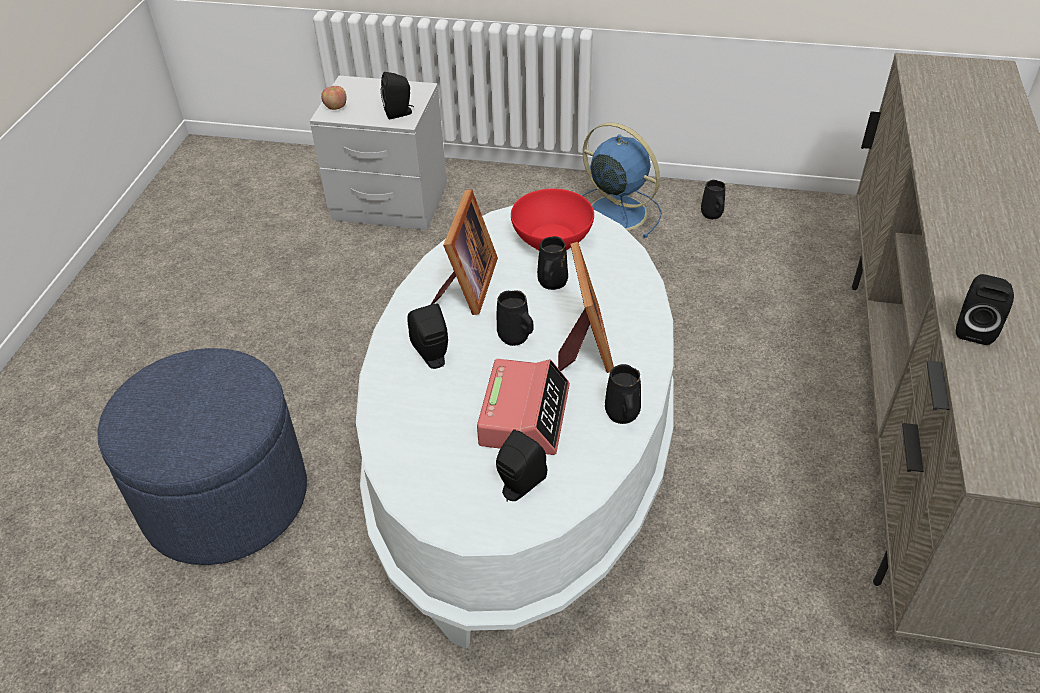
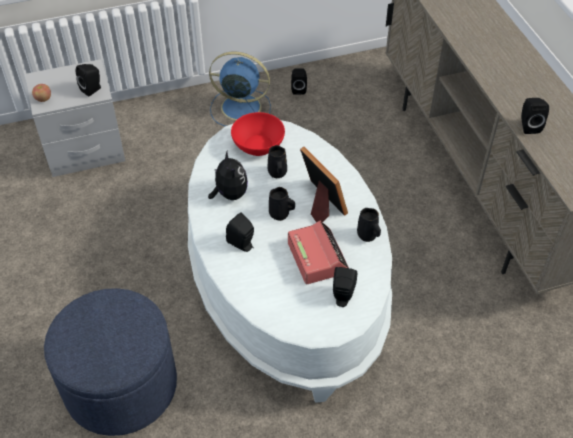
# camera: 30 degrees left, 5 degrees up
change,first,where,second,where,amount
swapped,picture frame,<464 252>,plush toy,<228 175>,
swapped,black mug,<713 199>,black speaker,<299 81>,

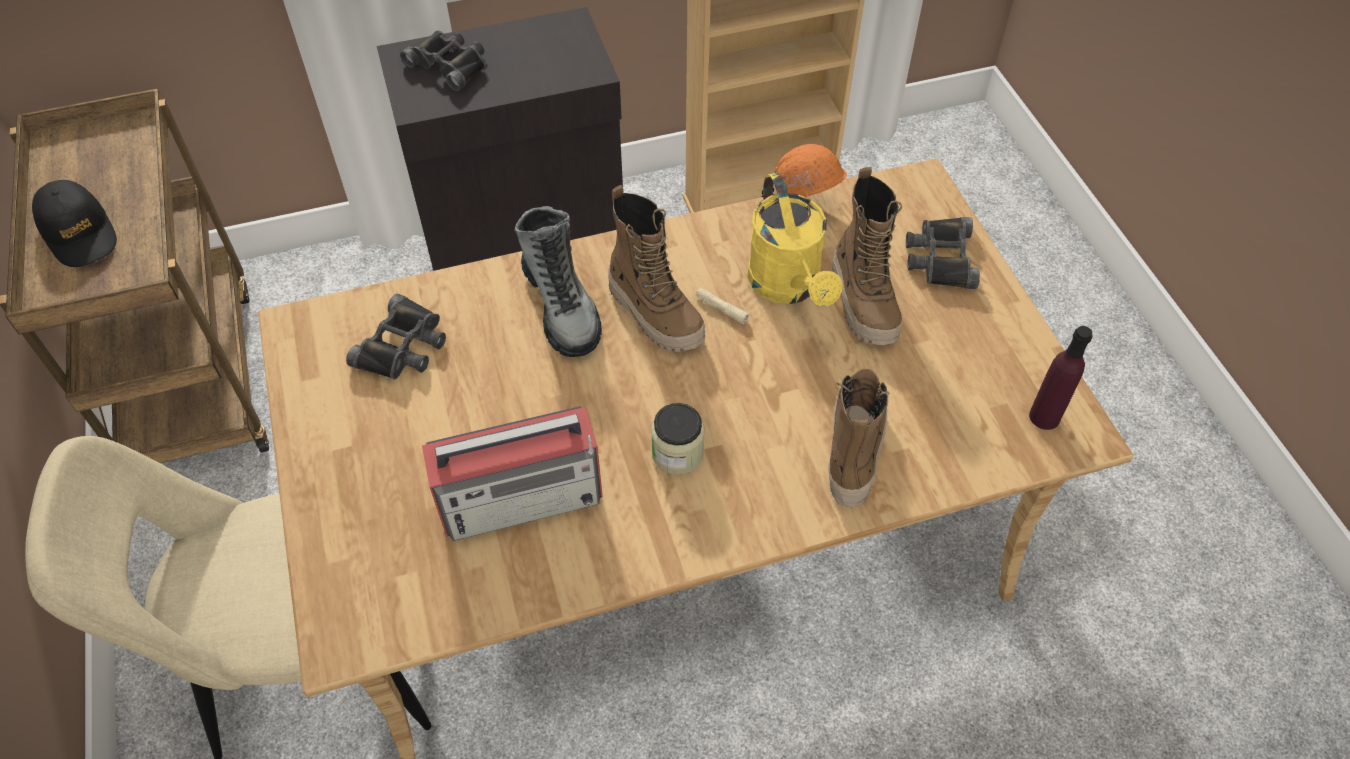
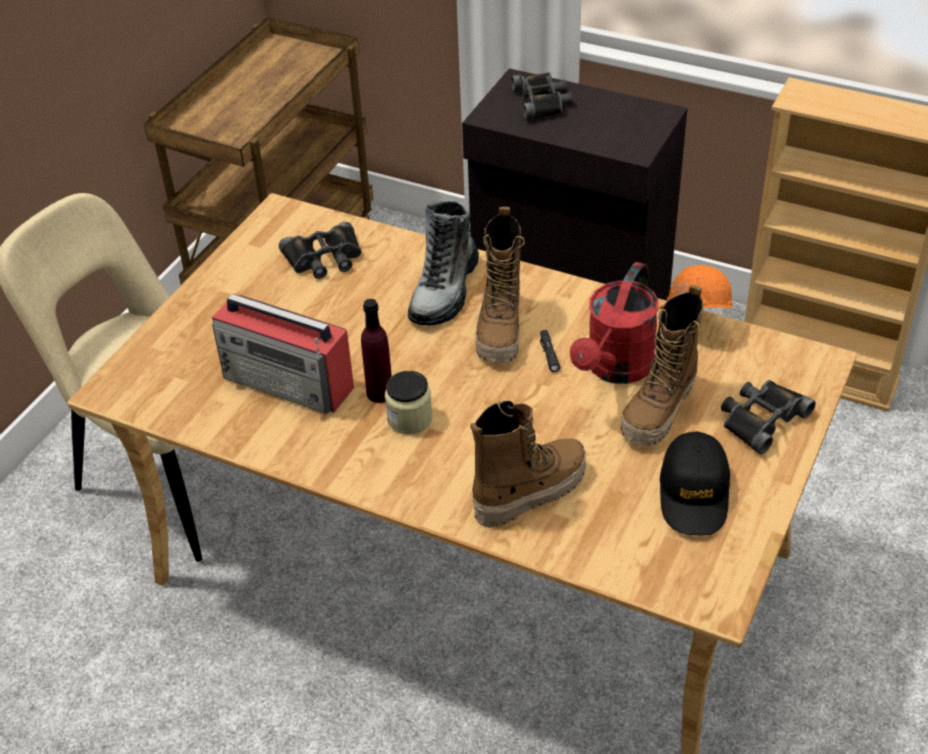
# camera: 45 degrees right, 10 degrees down
change,first,where,second,where,amount
shifted,black cap,<74 223>,,<695 483>,
shifted,purple bottle,<1060 378>,,<376 351>,
repainted,beige flashlight,<722 306>,black flashlight,<550 351>,
repainted,yellow watering can,<795 239>,red watering can,<614 323>,

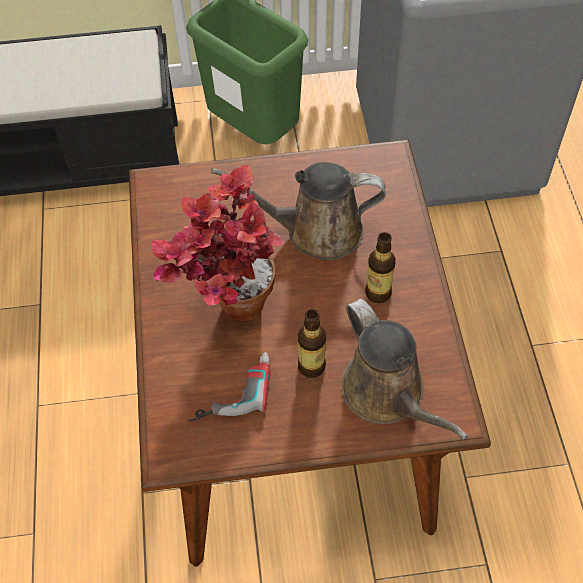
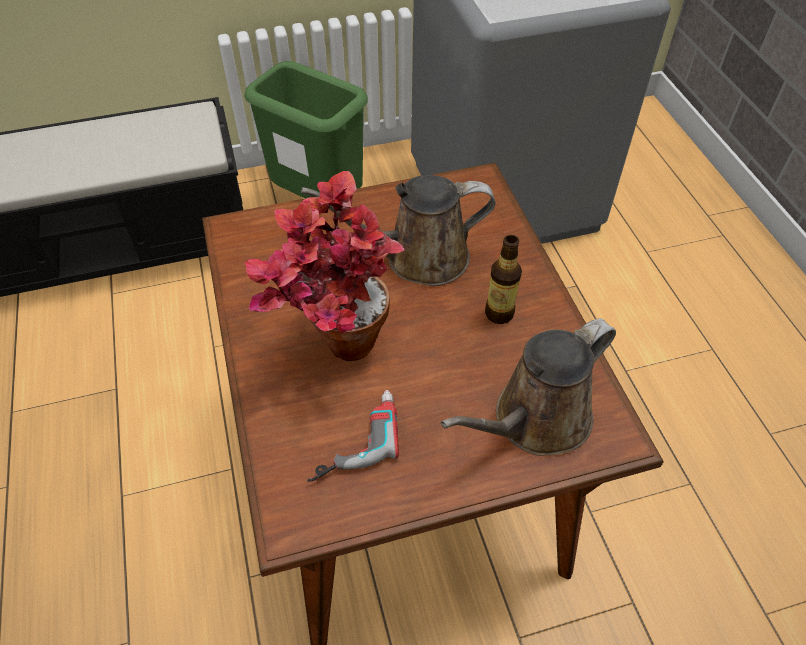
# camera: 10 degrees left, 5 degrees down
change,first,where,second,where,amount
gone,bottle,<312 343>,,,
rotated,brown watering can,<405 369>,,<528 387>,90 degrees clockwise

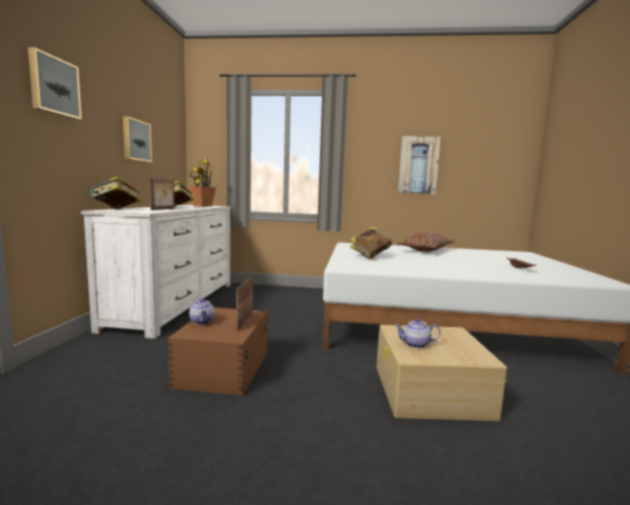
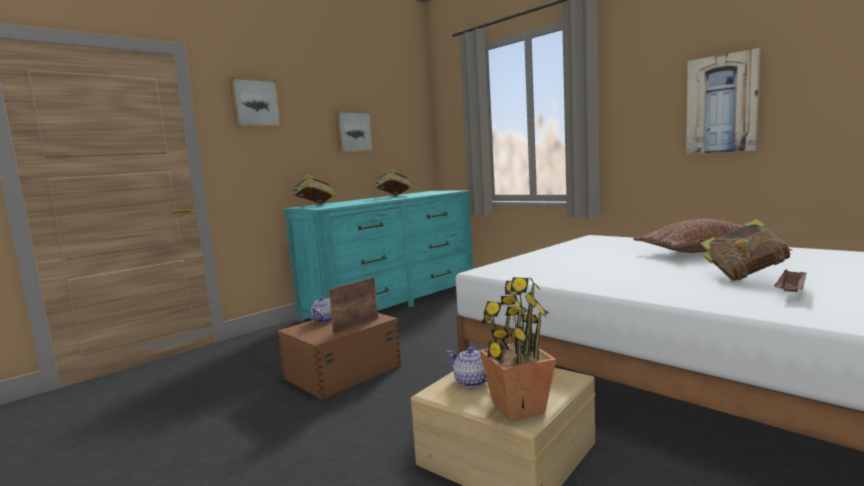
# camera: 40 degrees right, 0 degrees up
change,first,where,second,where,amount
gone,picture frame,<162 194>,,,
shifted,potted plant,<202 183>,,<517 349>,
shifted,book,<371 243>,,<746 250>,
repainted,white dresser,<156 272>,turquoise dresser,<378 256>,

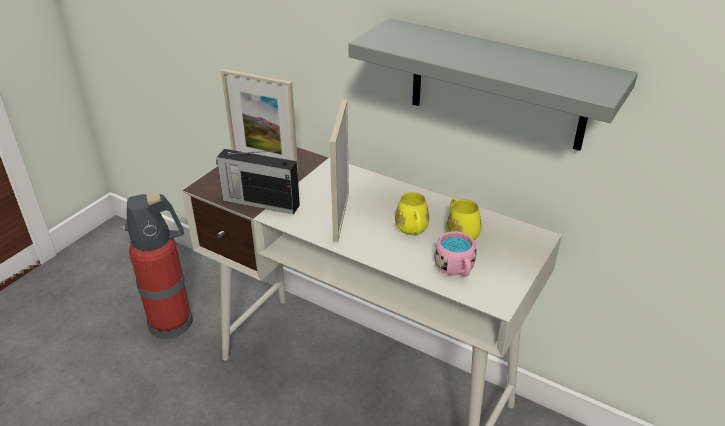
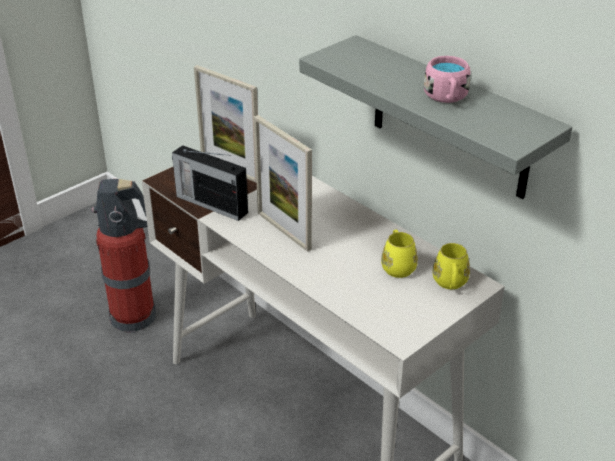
# camera: 15 degrees right, 0 degrees up
change,first,where,second,where,amount
shifted,yellow mug,<412 213>,,<451 266>,
shifted,pink mug,<455 253>,,<447 79>,
rotated,picture frame,<339 171>,,<283 183>,60 degrees counterclockwise

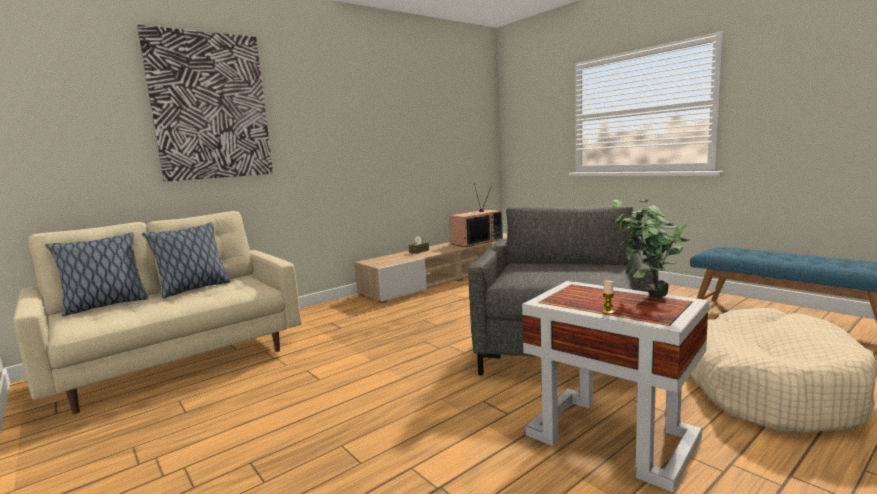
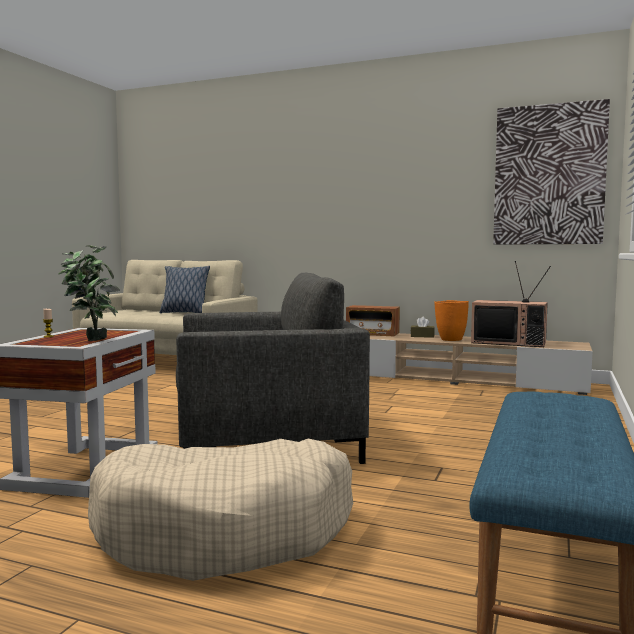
# camera: 60 degrees right, 5 degrees down
change,first,where,second,where,amount
gone,pillow,<97 274>,,,
new,,,radio,<373 320>,
new,,,orange vase,<451 320>,
shifted,picture,<205 103>,,<551 172>,

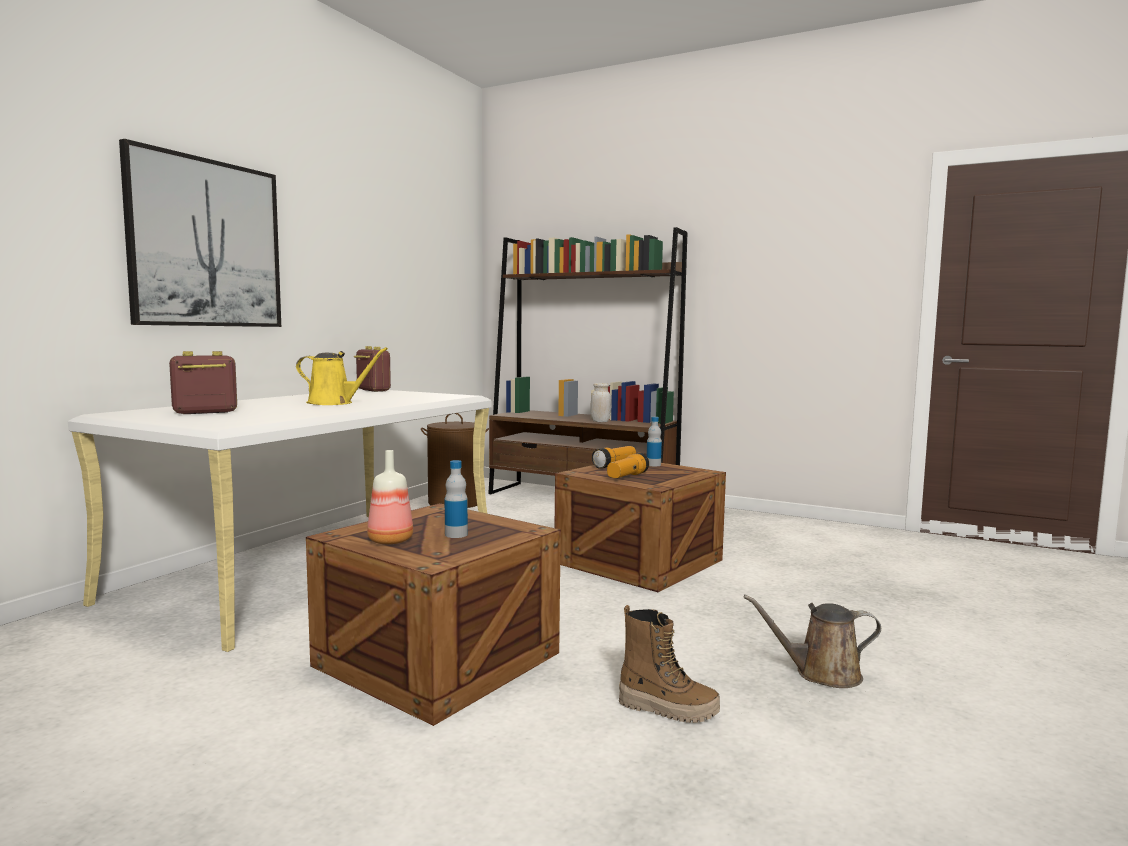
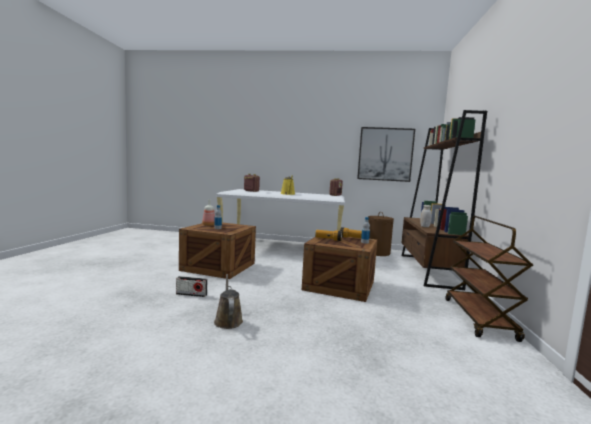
# camera: 70 degrees right, 0 degrees up
change,first,where,second,where,amount
new,,,brown cart,<489 279>,
shifted,picture,<200 233>,,<386 154>,
swapped,boot,<669 664>,radio,<191 286>,

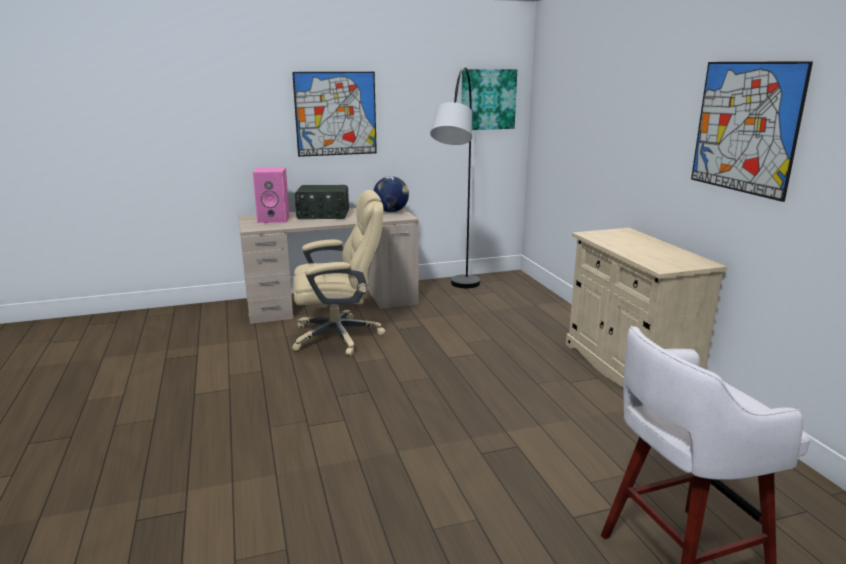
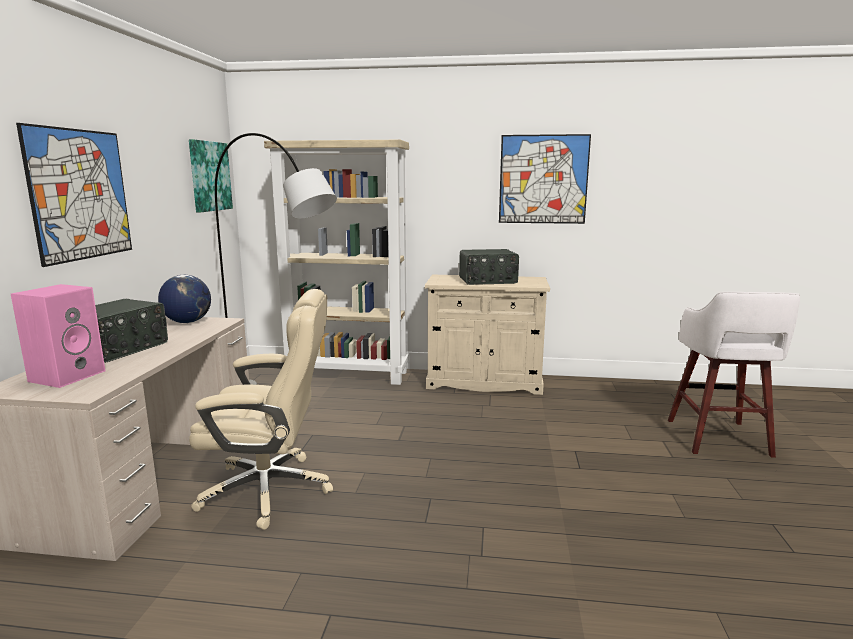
# camera: 65 degrees left, 5 degrees down
change,first,where,second,where,amount
new,,,beige bookcase,<336 262>,
new,,,radio,<489 267>,
rotated,beige office chair,<338 273>,,<261 409>,75 degrees clockwise

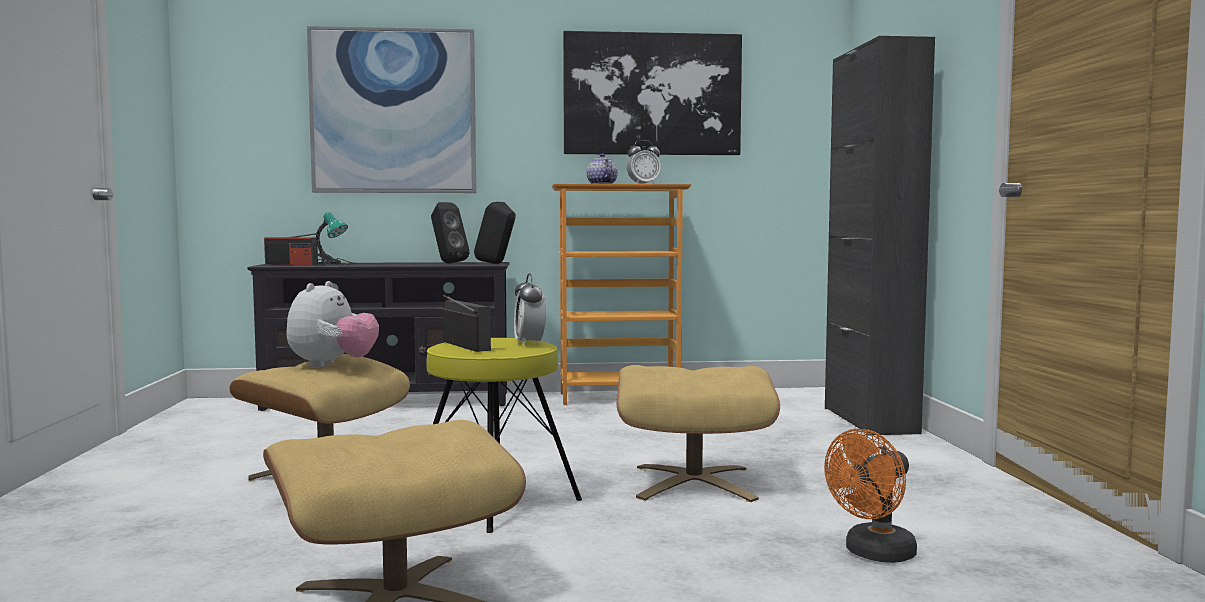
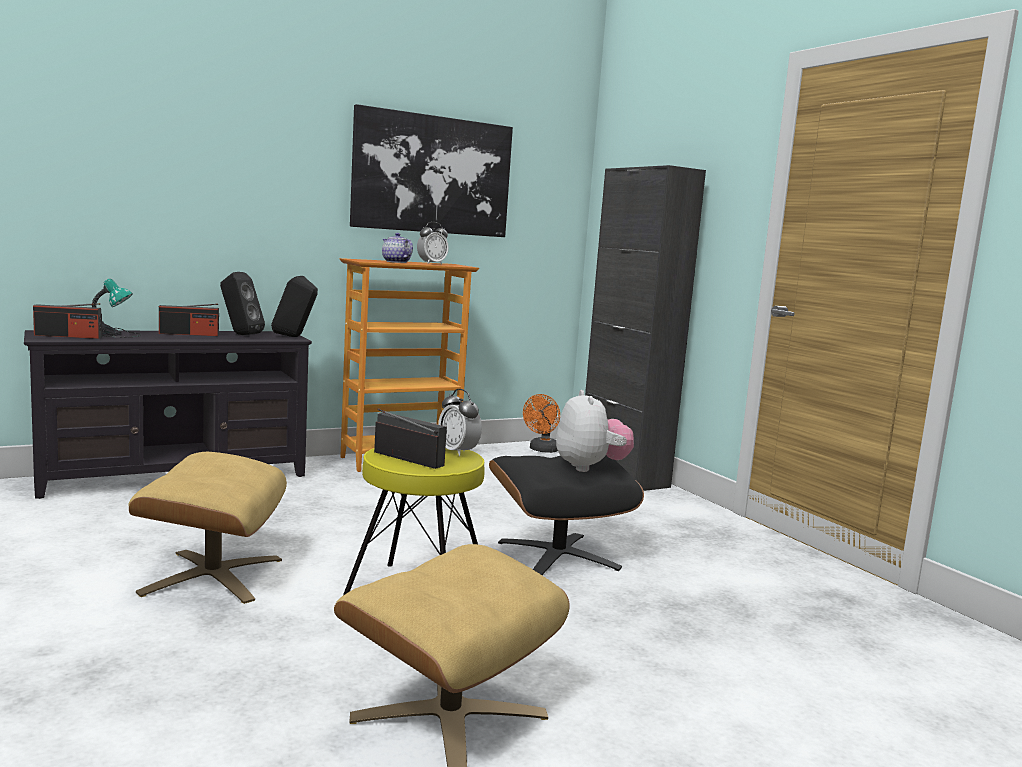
# camera: 25 degrees left, 5 degrees up
change,first,where,second,where,amount
gone,picture,<391 109>,,,
new,,,radio,<189 320>,
shifted,plush toy,<332 324>,,<595 431>,
shifted,orange fan,<870 496>,,<541 423>,
repainted,beige ottoman,<698 433>,black ottoman,<566 515>,

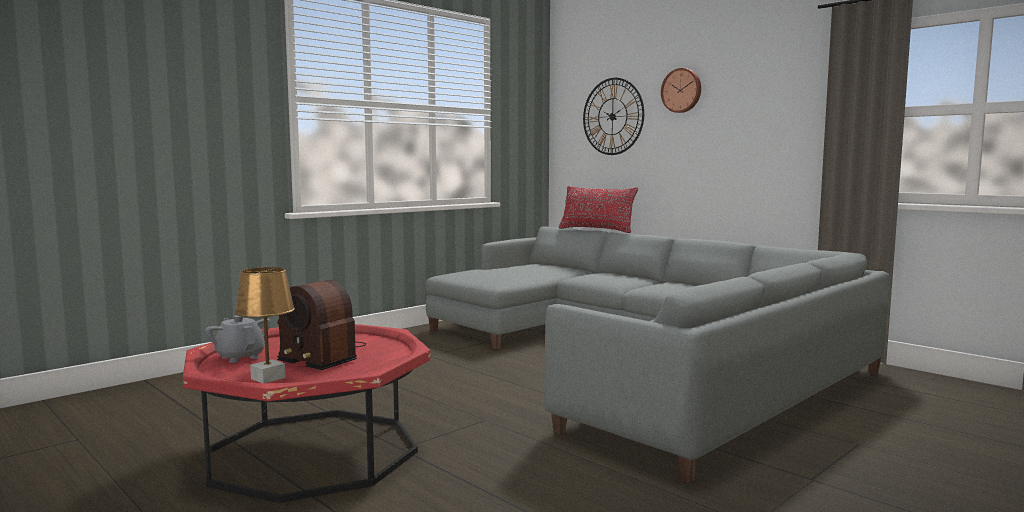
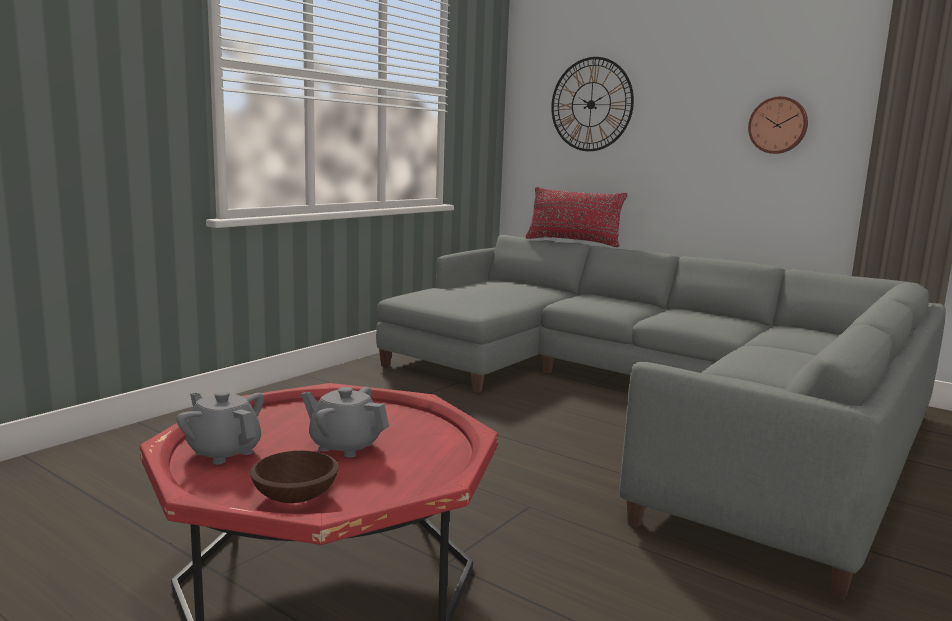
# camera: 10 degrees left, 5 degrees up
change,first,where,second,where,amount
shifted,wall clock,<681 90>,,<778 125>,
swapped,brown table lamp,<264 325>,brown bowl,<294 477>,
swapped,radio,<321 325>,grey teapot,<345 422>,

